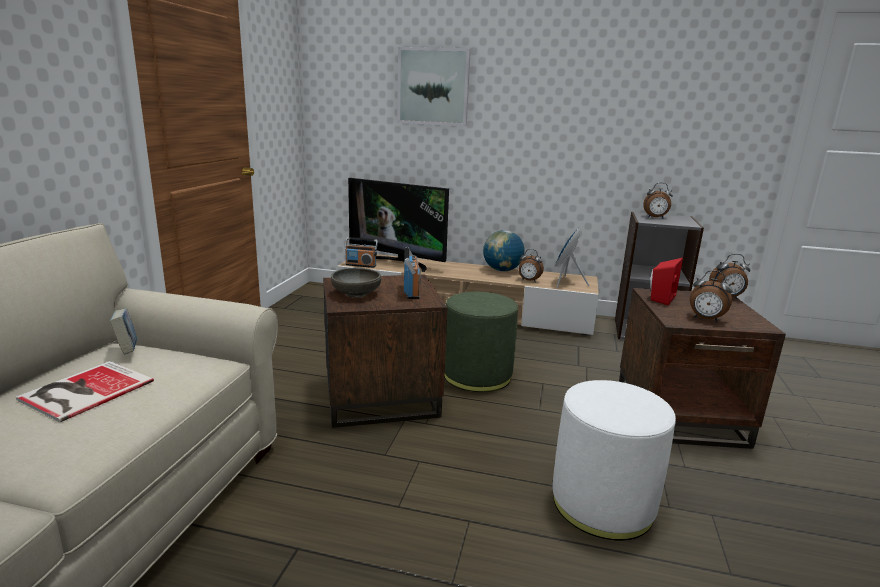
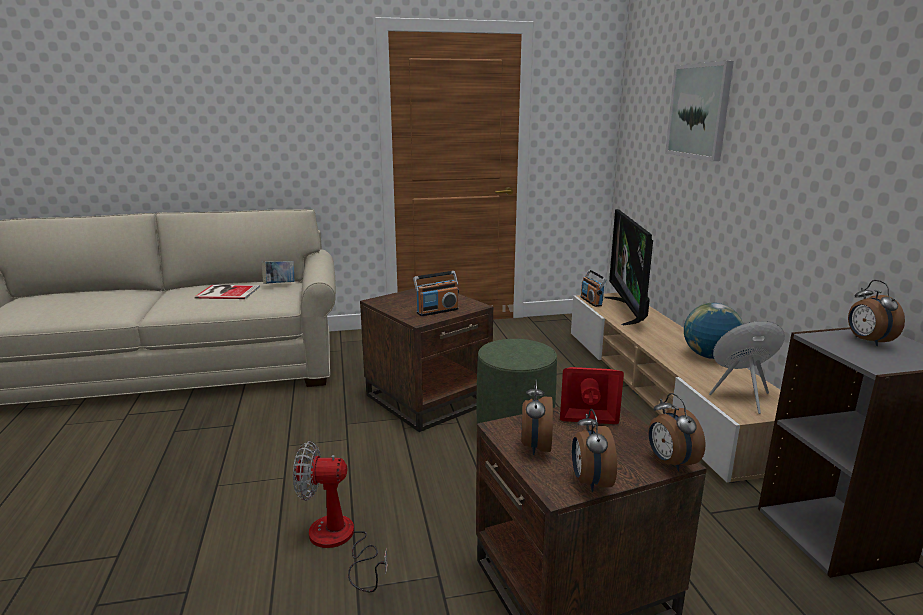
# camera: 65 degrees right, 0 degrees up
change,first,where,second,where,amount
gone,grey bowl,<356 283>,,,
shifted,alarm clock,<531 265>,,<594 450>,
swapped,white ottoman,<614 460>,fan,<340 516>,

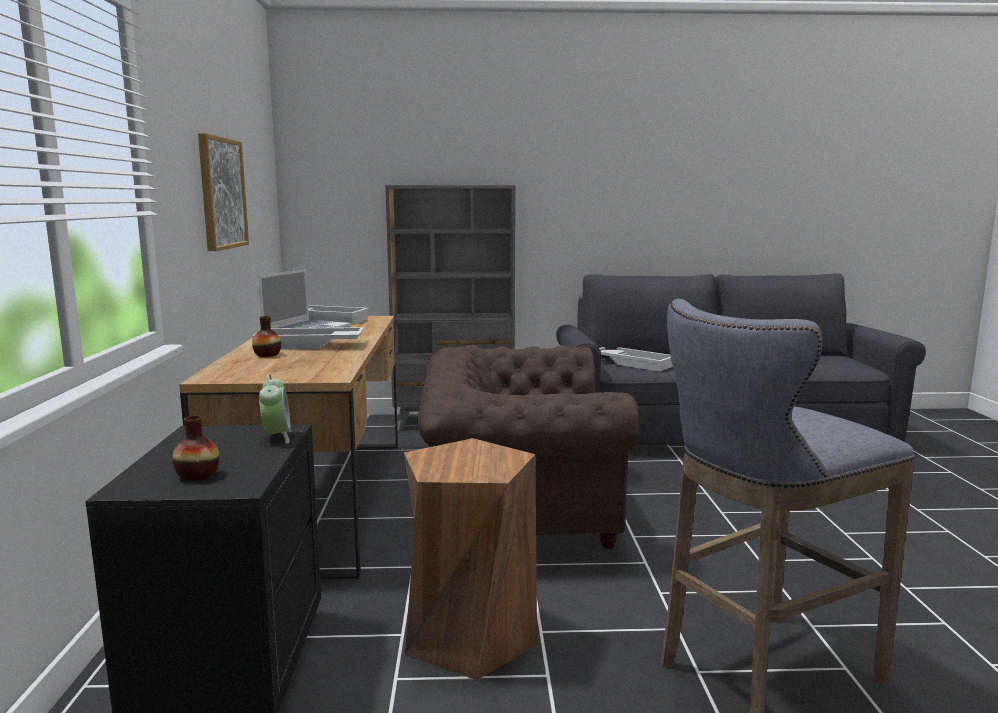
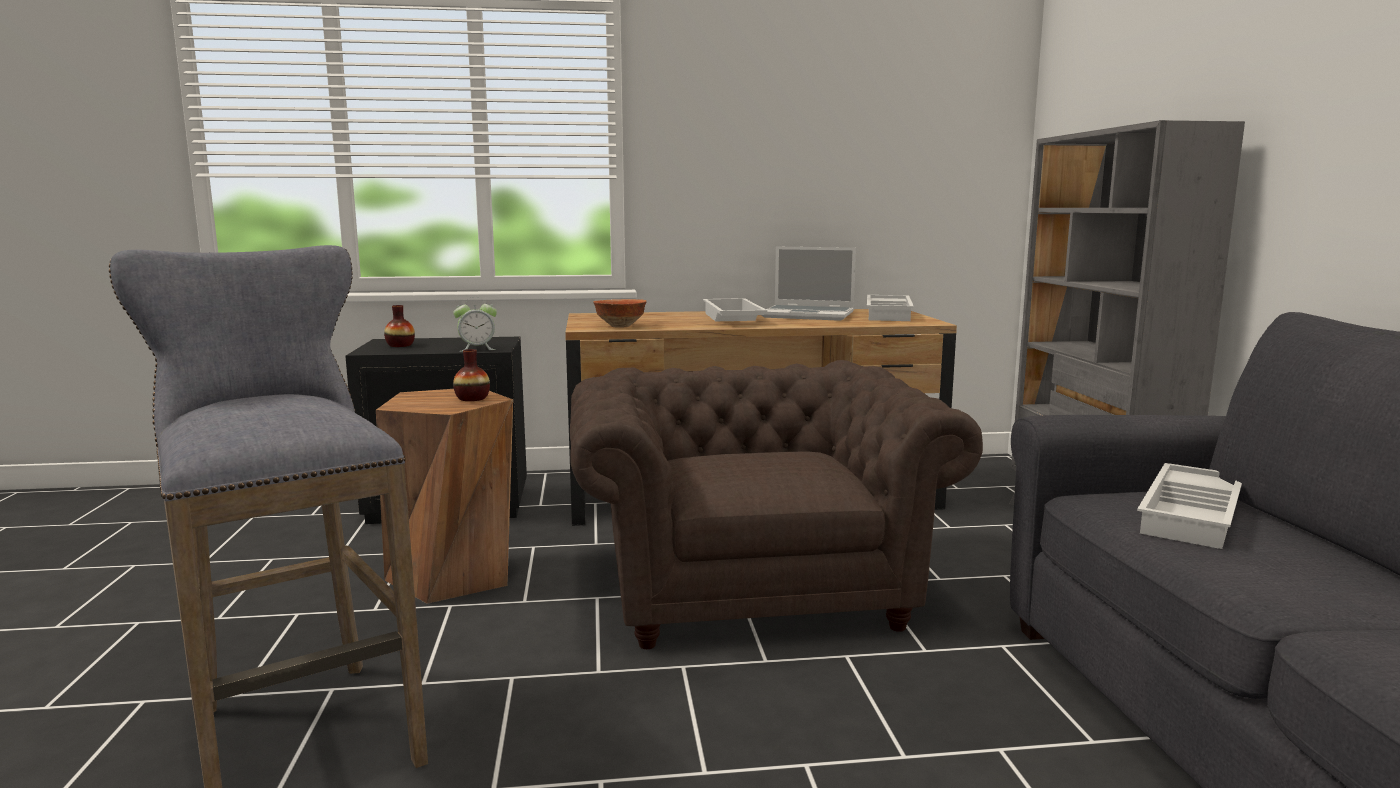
# camera: 85 degrees right, 0 degrees up
change,first,where,second,where,amount
gone,picture,<223 192>,,,
new,,,bowl,<620 313>,
shifted,vase,<266 336>,,<471 375>,

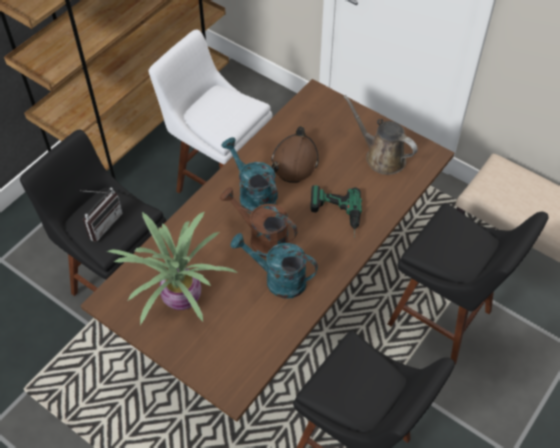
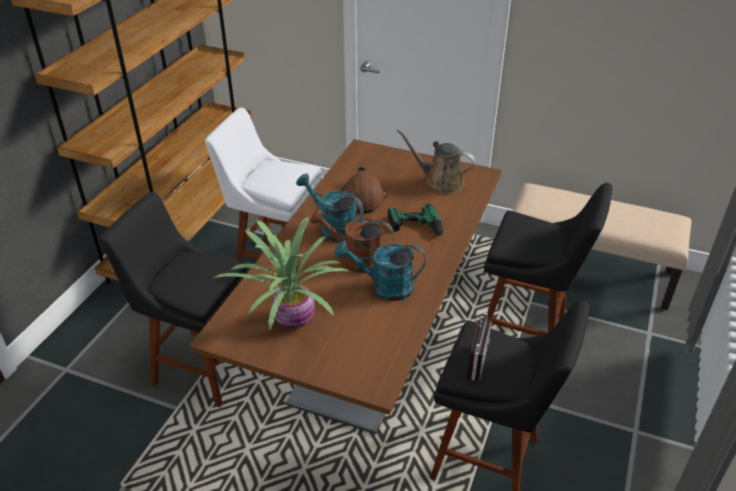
# camera: 15 degrees left, 15 degrees down
change,first,where,second,where,amount
shifted,radio,<101 214>,,<477 346>,

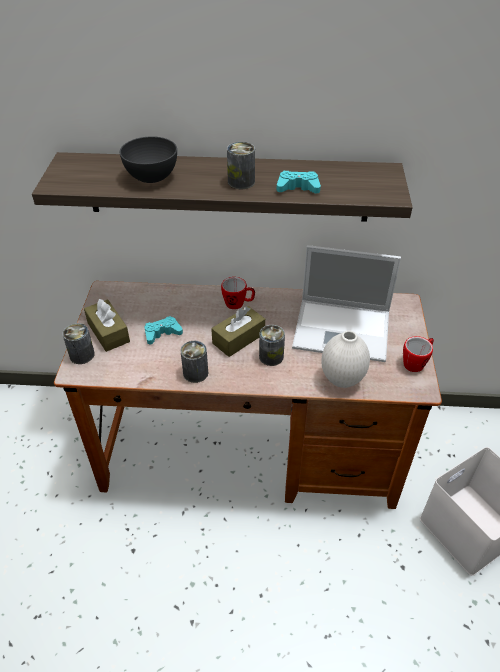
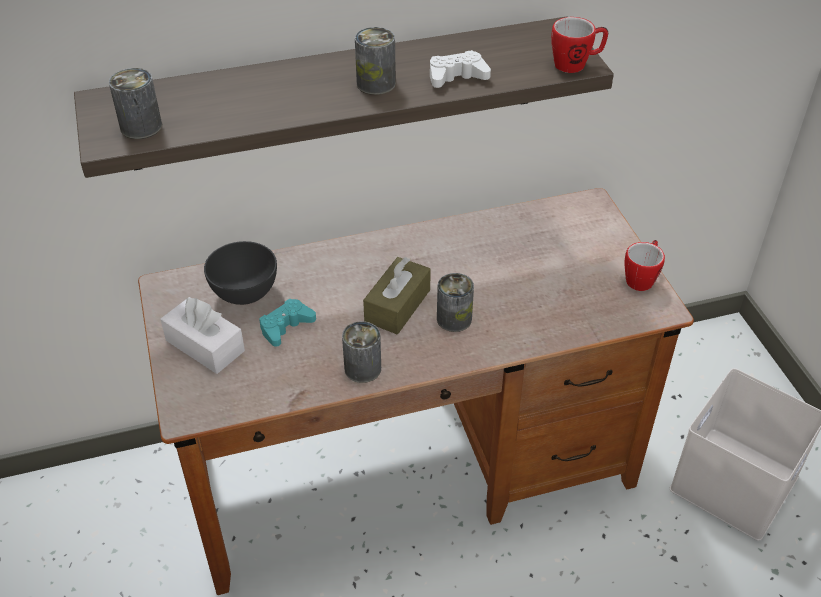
# camera: 20 degrees left, 0 degrees up
change,first,where,second,where,amount
gone,laptop,<346 303>,,,
gone,white vase,<345 359>,,,
shifted,can,<78 343>,,<135 103>,
shifted,grey bowl,<148 159>,,<240 273>,
shifted,mug,<238 293>,,<579 45>,
repainted,brown tissue box,<107 325>,white tissue box,<202 335>,
repainted,turquoise game controller,<299 182>,white game controller,<460 69>,

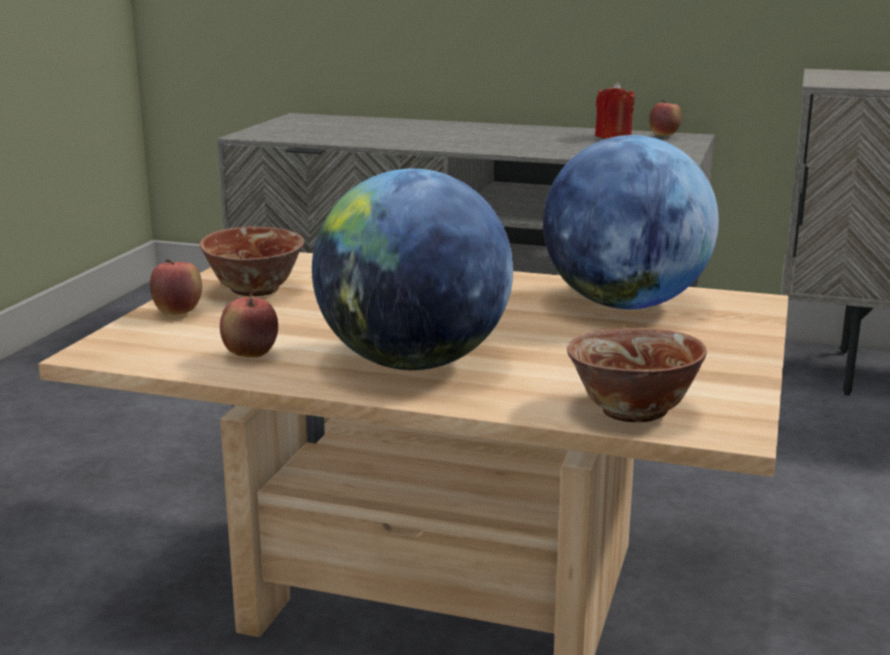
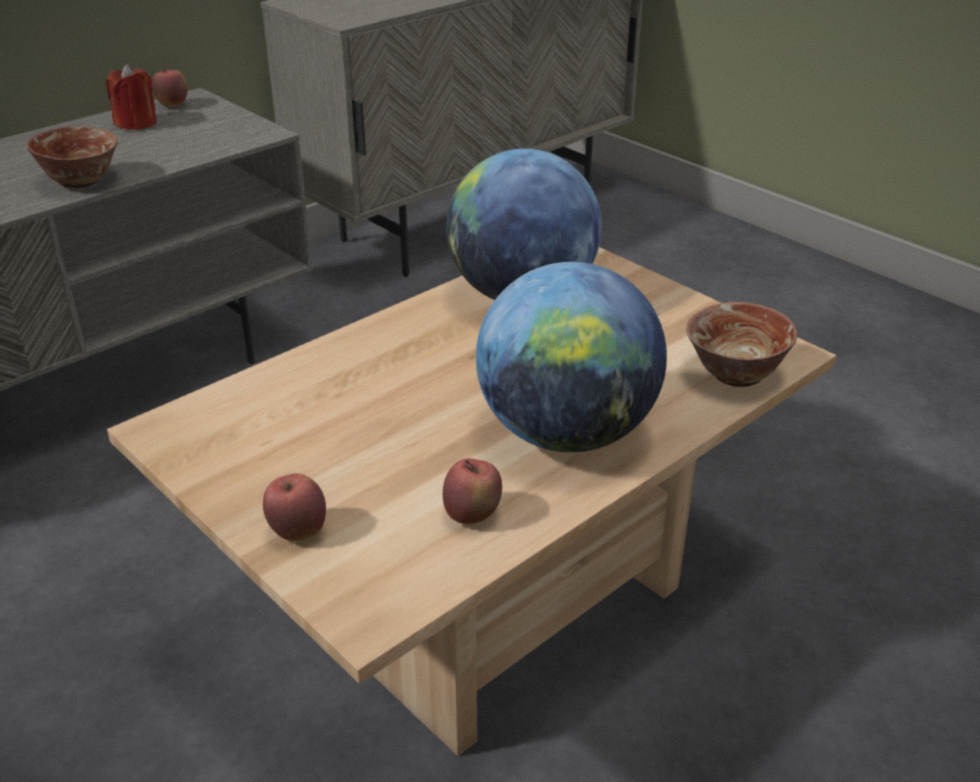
# camera: 60 degrees left, 15 degrees up
change,first,where,second,where,amount
shifted,bowl,<252 261>,,<72 157>,

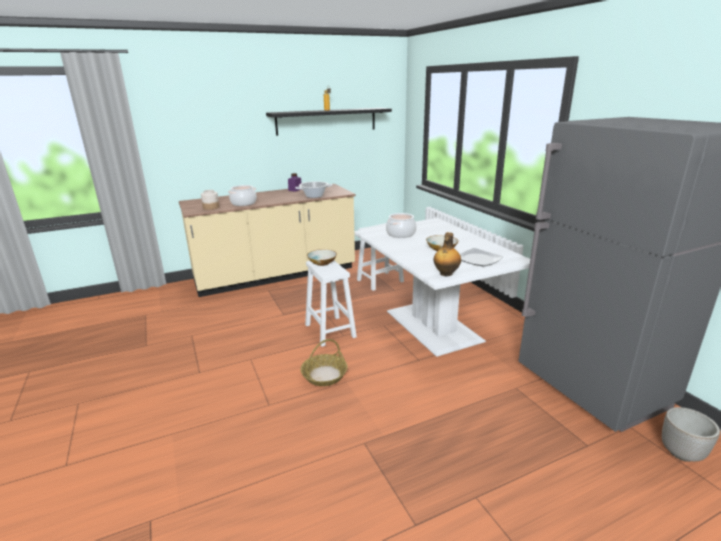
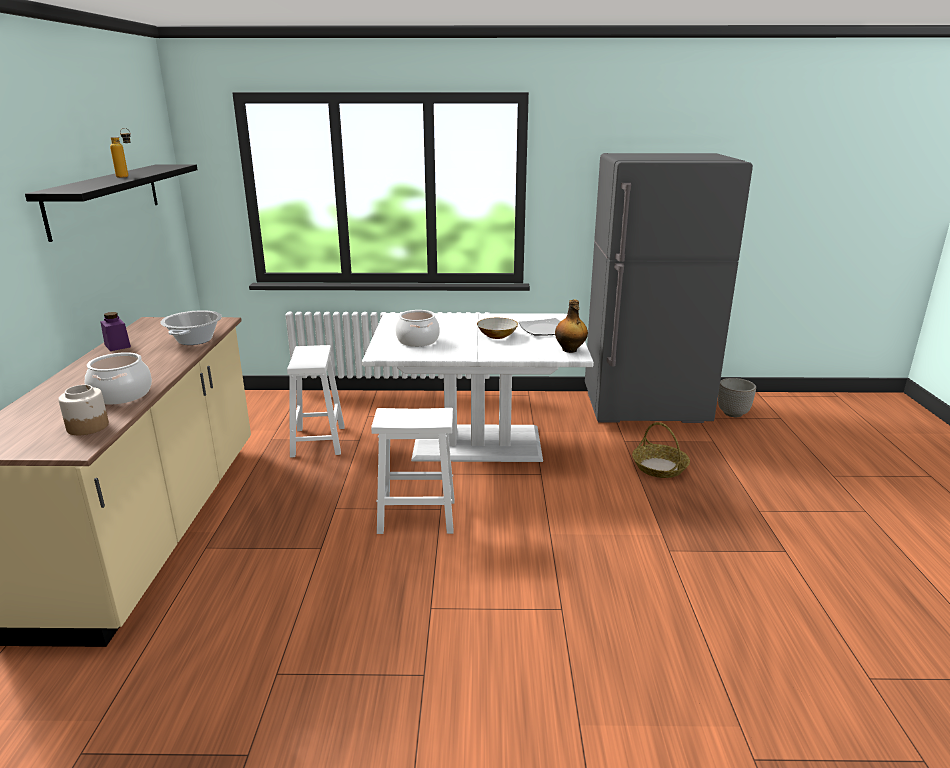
# camera: 65 degrees left, 0 degrees up
change,first,where,second,where,amount
gone,bowl,<322 257>,,,
shifted,basket,<324 362>,,<661 450>,

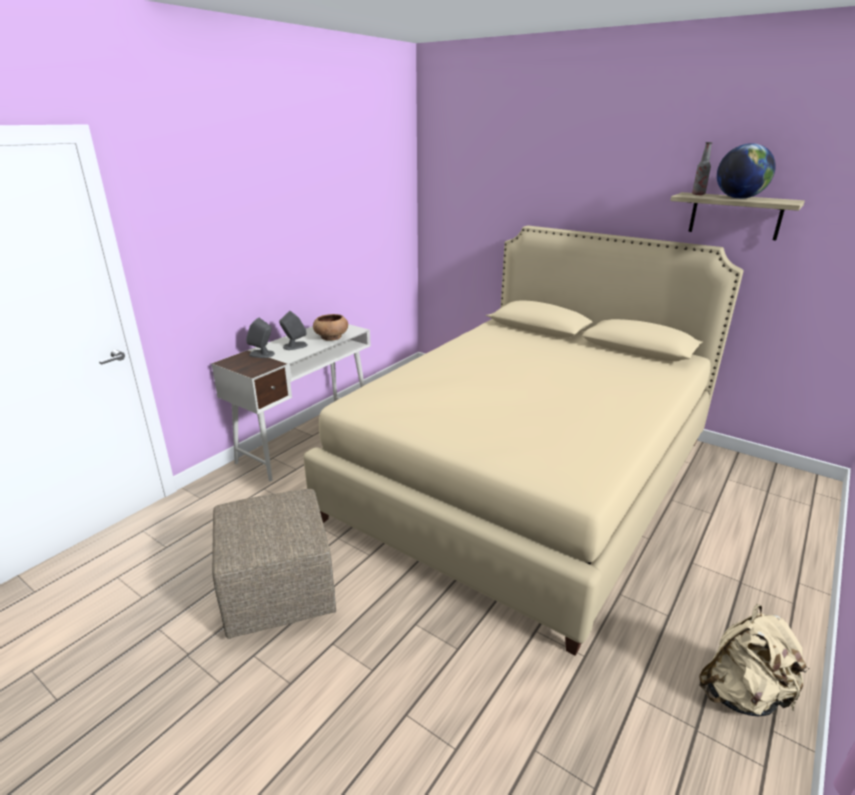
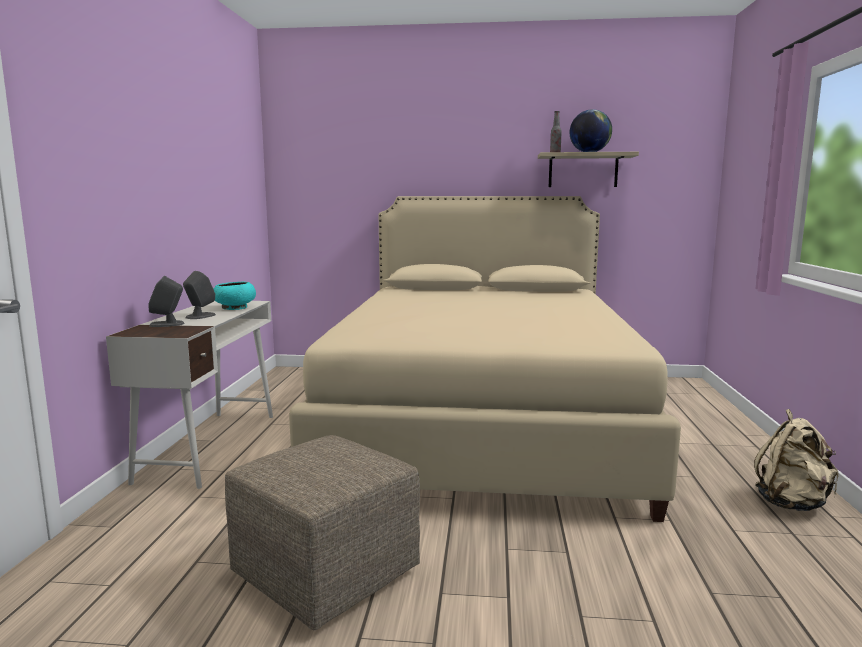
# camera: 30 degrees left, 15 degrees down
change,first,where,second,where,amount
repainted,brown bowl,<330 327>,turquoise bowl,<235 296>,

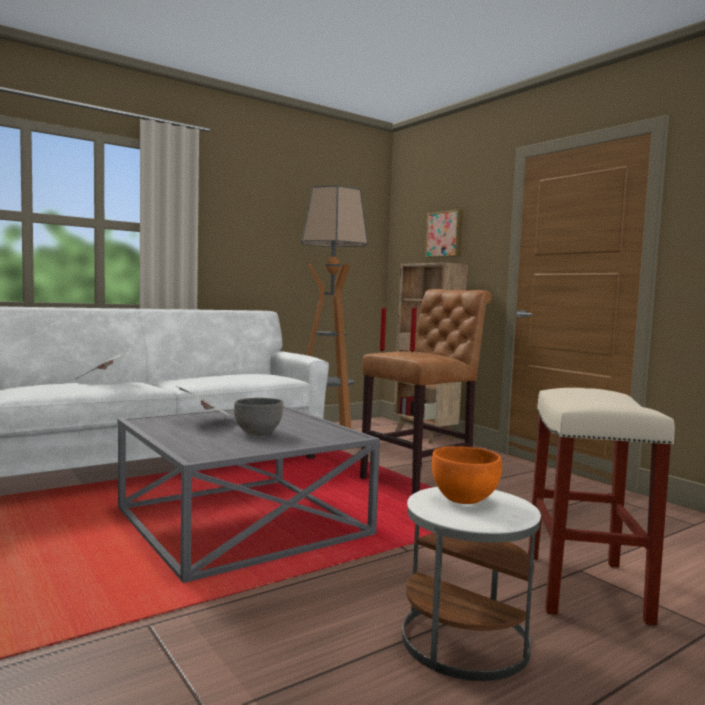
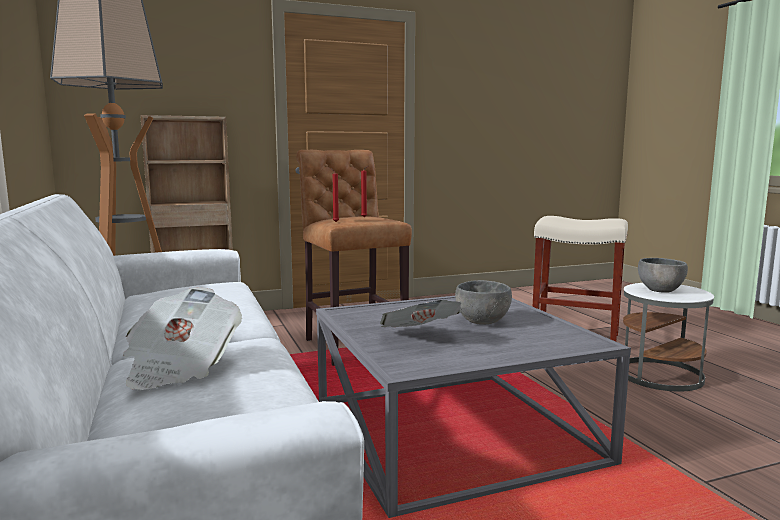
# camera: 75 degrees left, 5 degrees up
change,first,where,second,where,amount
gone,picture,<444 233>,,,
repainted,orange bowl,<467 475>,grey bowl,<663 275>,

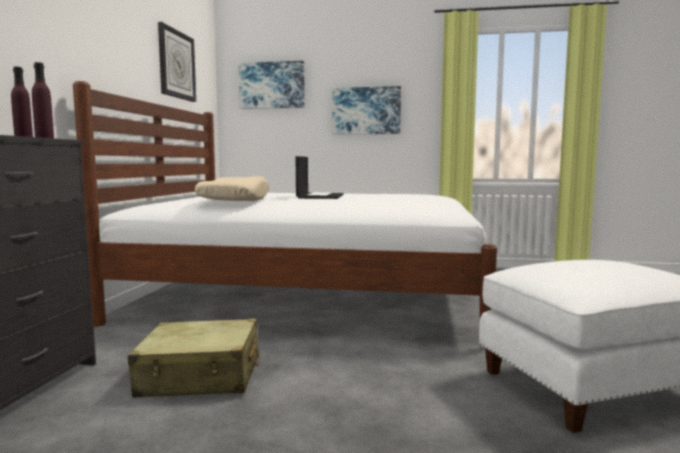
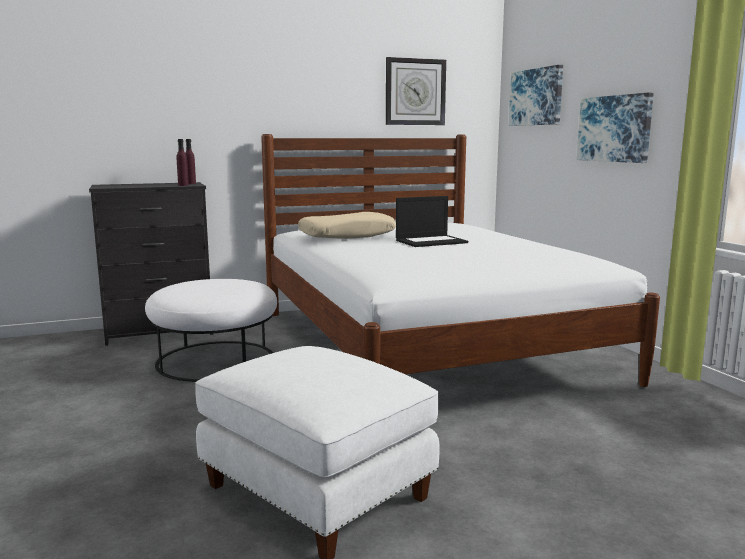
# camera: 60 degrees right, 5 degrees up
change,first,where,second,where,amount
swapped,beige suitcase,<194 358>,white ottoman,<211 330>,

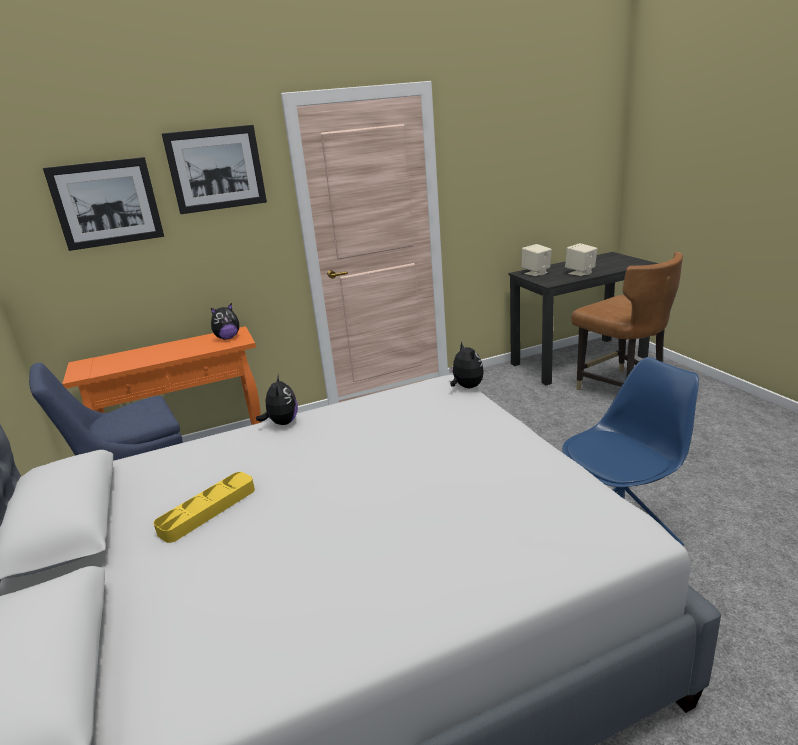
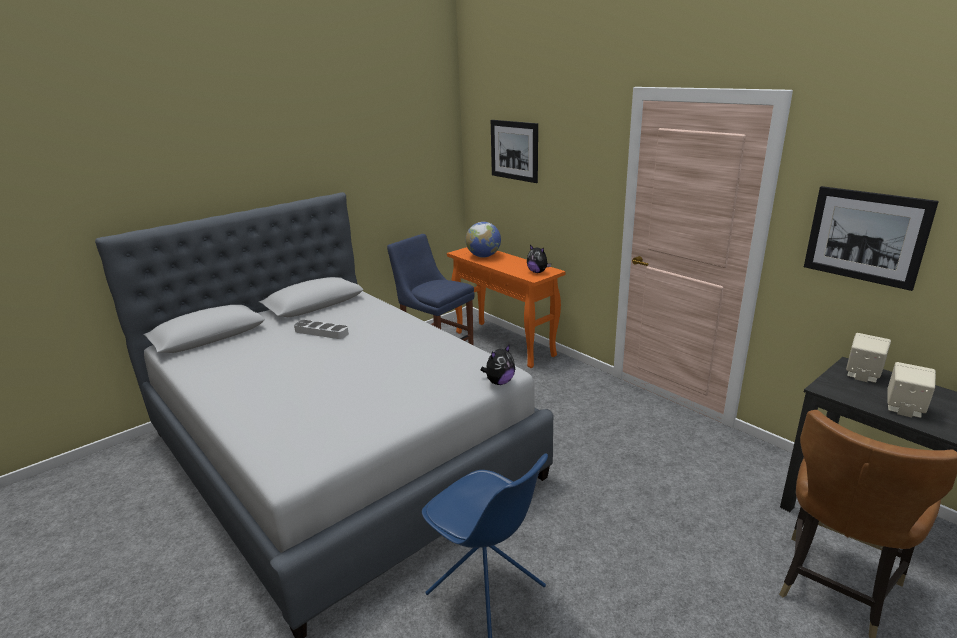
# camera: 70 degrees right, 0 degrees up
change,first,where,second,where,amount
gone,plush toy,<277 399>,,,
new,,,globe,<483 240>,
shifted,picture,<214 169>,,<871 238>,
repainted,yellow tray,<204 507>,grey tray,<321 329>,

